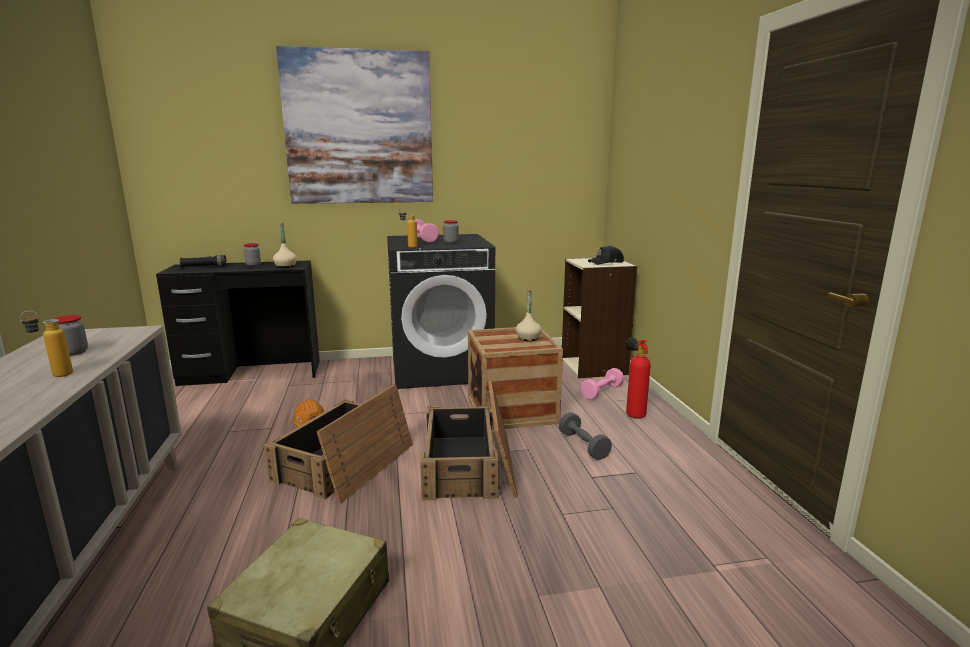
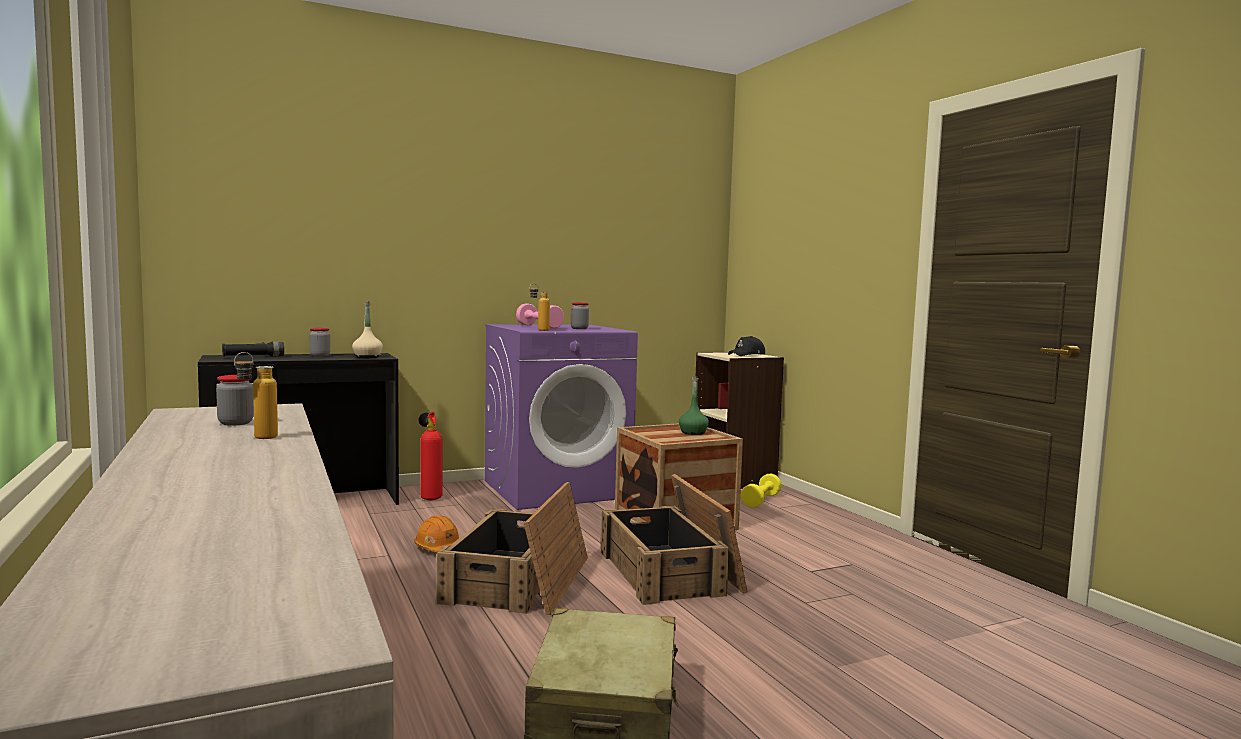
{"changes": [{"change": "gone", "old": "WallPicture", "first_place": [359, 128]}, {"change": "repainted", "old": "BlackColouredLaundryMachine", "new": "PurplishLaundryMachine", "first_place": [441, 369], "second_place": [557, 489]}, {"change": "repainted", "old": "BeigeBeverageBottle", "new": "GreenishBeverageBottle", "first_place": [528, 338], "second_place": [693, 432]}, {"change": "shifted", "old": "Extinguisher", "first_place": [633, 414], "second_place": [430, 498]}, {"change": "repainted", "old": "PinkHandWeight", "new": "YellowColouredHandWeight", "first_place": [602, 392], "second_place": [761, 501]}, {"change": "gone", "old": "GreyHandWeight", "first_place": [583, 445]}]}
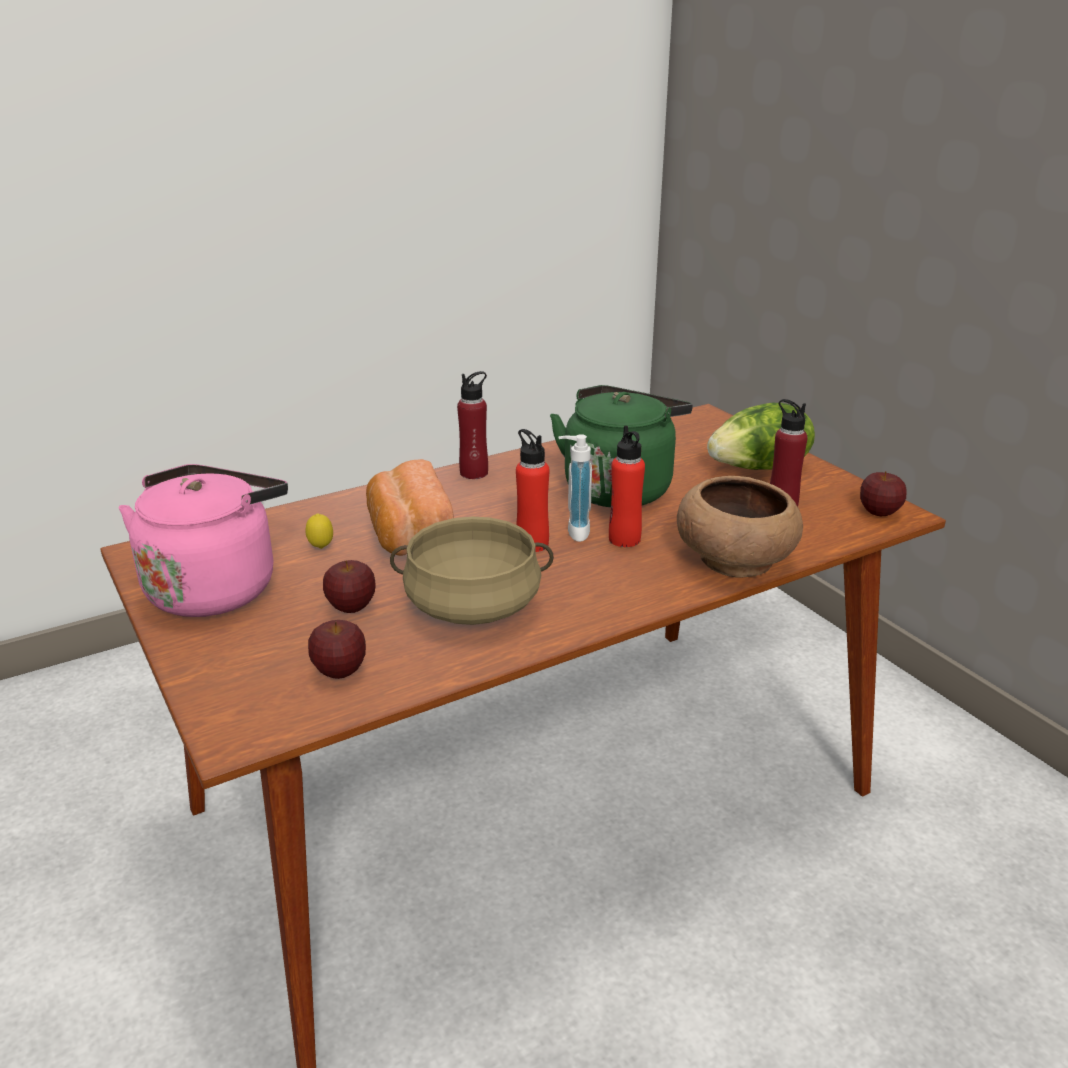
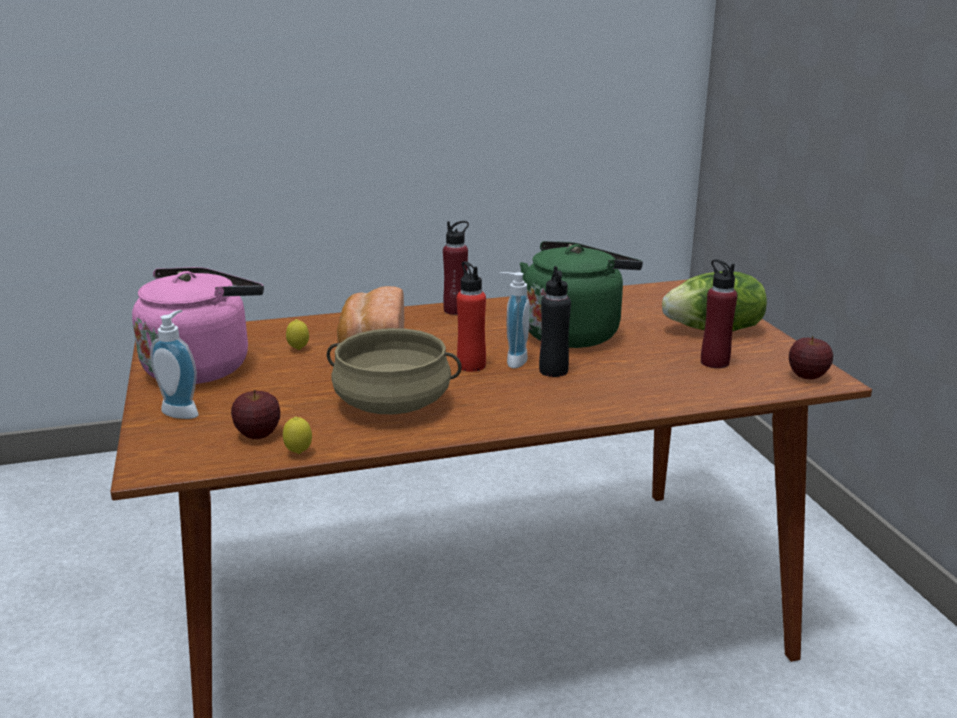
{"changes": [{"change": "repainted", "old": "RedBeverageBottle", "new": "BlackColouredBeverageBottle", "first_place": [624, 539], "second_place": [553, 371]}, {"change": "gone", "old": "BrownColouredBowl", "first_place": [736, 559]}, {"change": "gone", "old": "Apple", "first_place": [352, 607]}, {"change": "new", "new": "LiquidSoapBottle", "second_place": [183, 411]}, {"change": "new", "new": "WholeLemon", "second_place": [299, 453]}]}
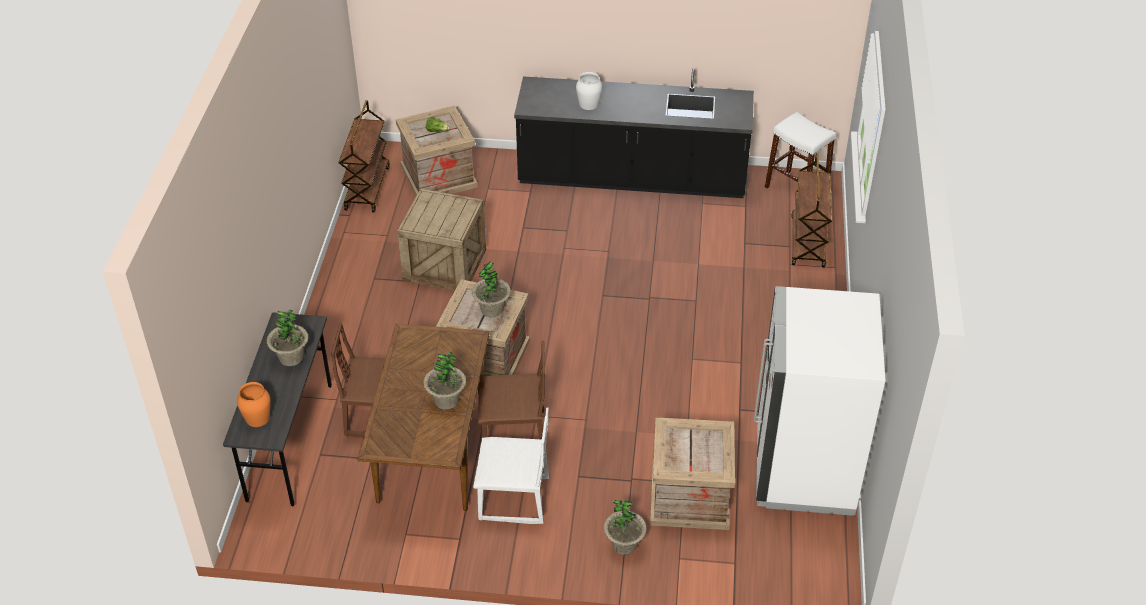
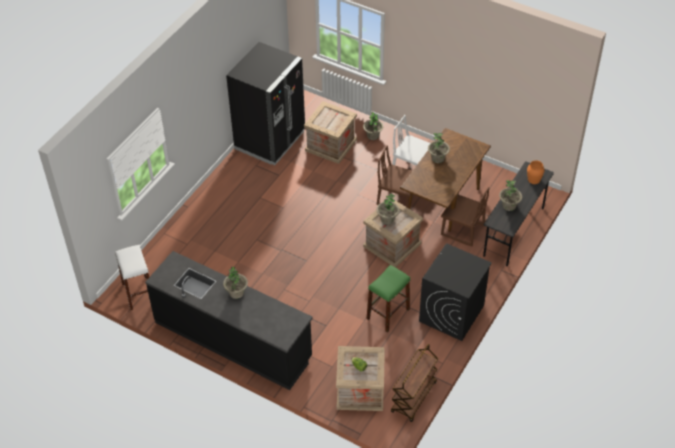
{"changes": [{"change": "gone", "old": "WhiteDecorativeVase", "first_place": [589, 104]}, {"change": "gone", "old": "BrownColouredCart", "first_place": [808, 242]}, {"change": "swapped", "old": "PackingCrate", "new": "GreenishStoolSeat", "first_place": [445, 265], "second_place": [388, 314]}, {"change": "repainted", "old": "WhiteRefrigerator", "new": "BlackColouredRefrigerator", "first_place": [803, 468], "second_place": [270, 140]}, {"change": "new", "new": "BlackColouredLaundryMachine", "second_place": [451, 314]}, {"change": "new", "new": "PlantInAPot", "second_place": [236, 293]}]}
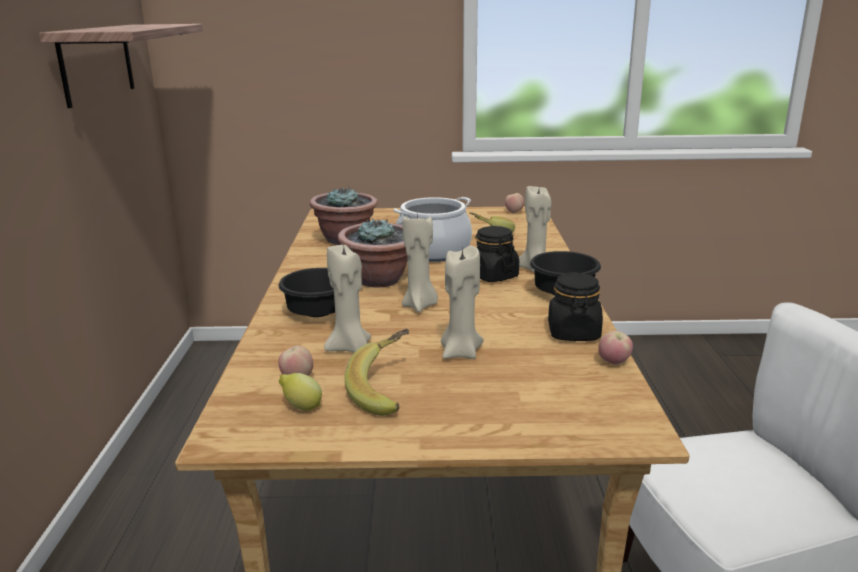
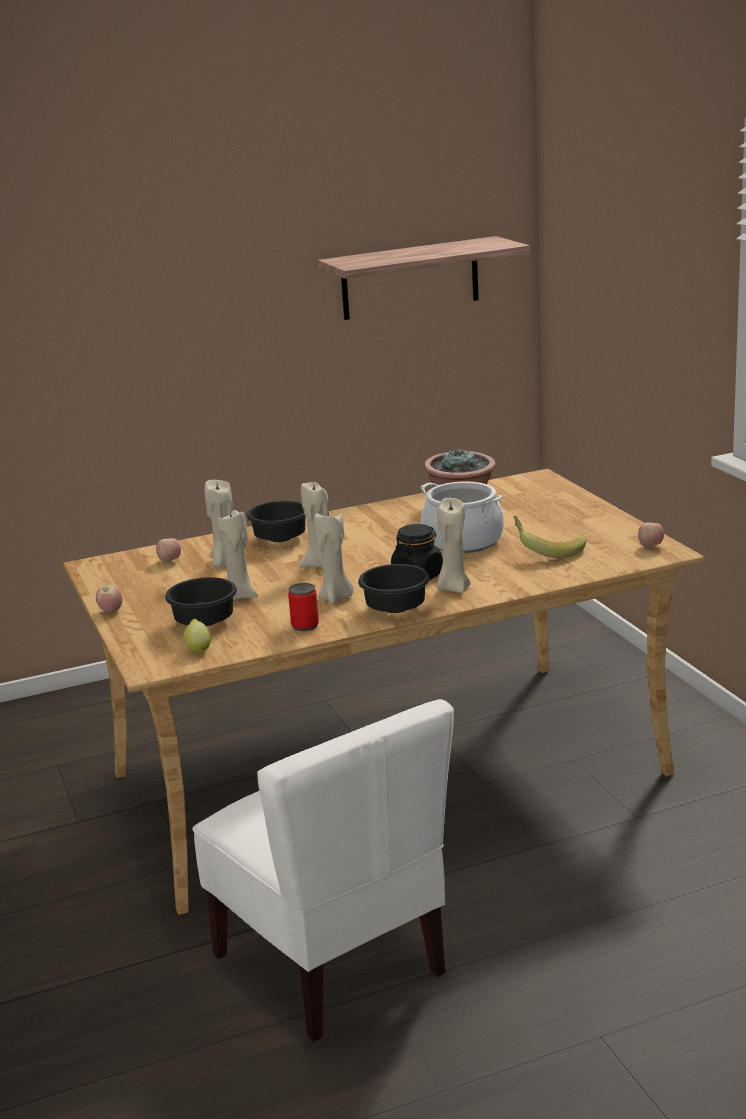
{"changes": [{"change": "gone", "old": "PlantInAPot", "first_place": [379, 280]}, {"change": "swapped", "old": "BlackColouredJar", "new": "Can", "first_place": [573, 333], "second_place": [305, 626]}, {"change": "gone", "old": "WholeBanana", "first_place": [388, 391]}, {"change": "shifted", "old": "Apple", "first_place": [613, 363], "second_place": [111, 611]}, {"change": "shifted", "old": "WholeLemon", "first_place": [301, 407], "second_place": [198, 649]}, {"change": "new", "new": "BeigeWaxCandle", "second_place": [336, 598]}, {"change": "new", "new": "BlackColouredBowl", "second_place": [203, 623]}]}
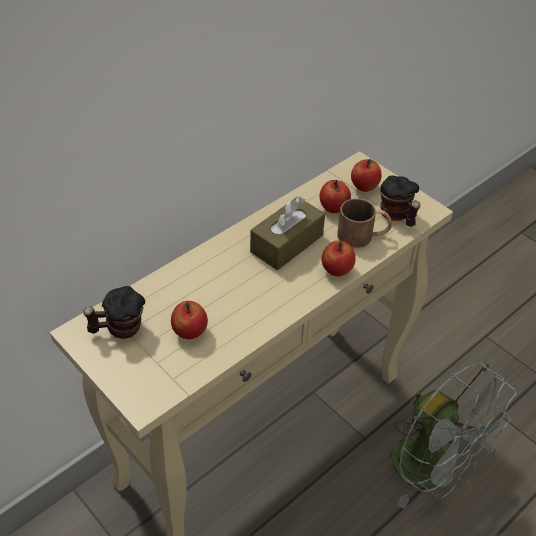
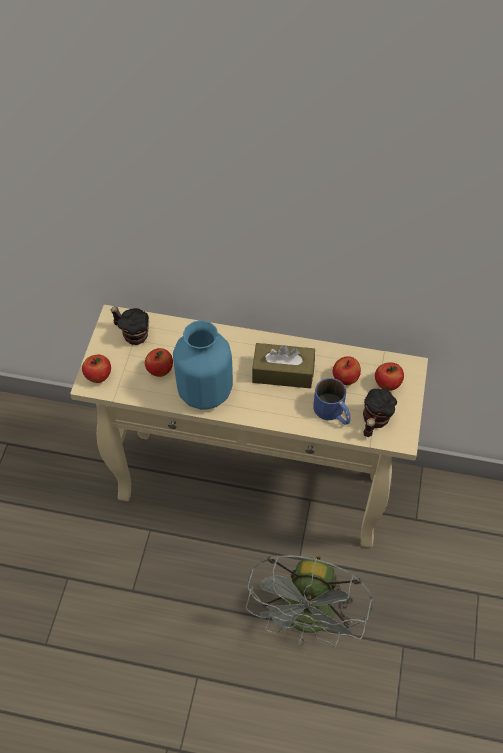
{"changes": [{"change": "repainted", "old": "BrownColouredCoffeeMug", "new": "BlueCoffeeMug", "first_place": [363, 235], "second_place": [333, 412]}, {"change": "shifted", "old": "Apple", "first_place": [336, 270], "second_place": [98, 376]}, {"change": "new", "new": "BlueDecorativeVase", "second_place": [204, 392]}]}
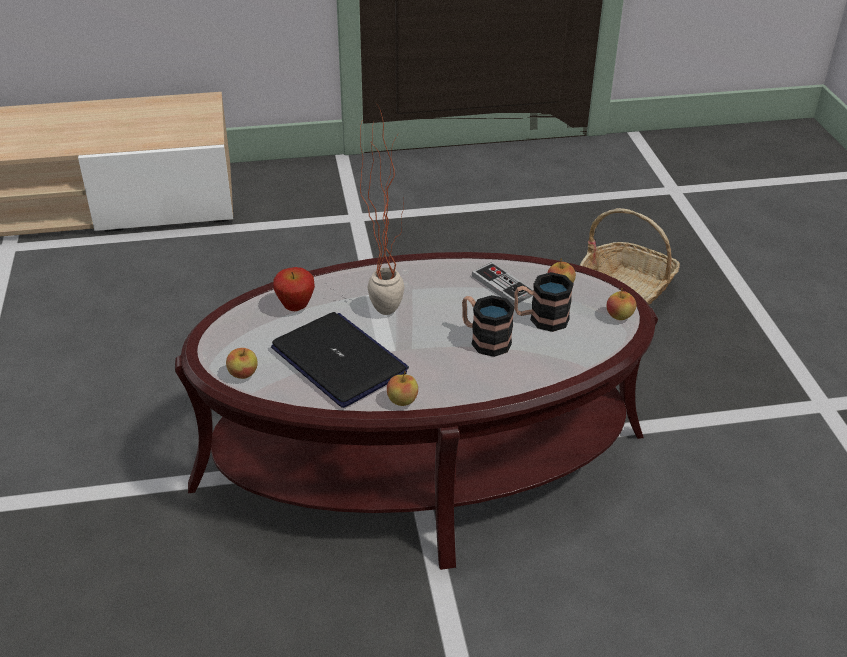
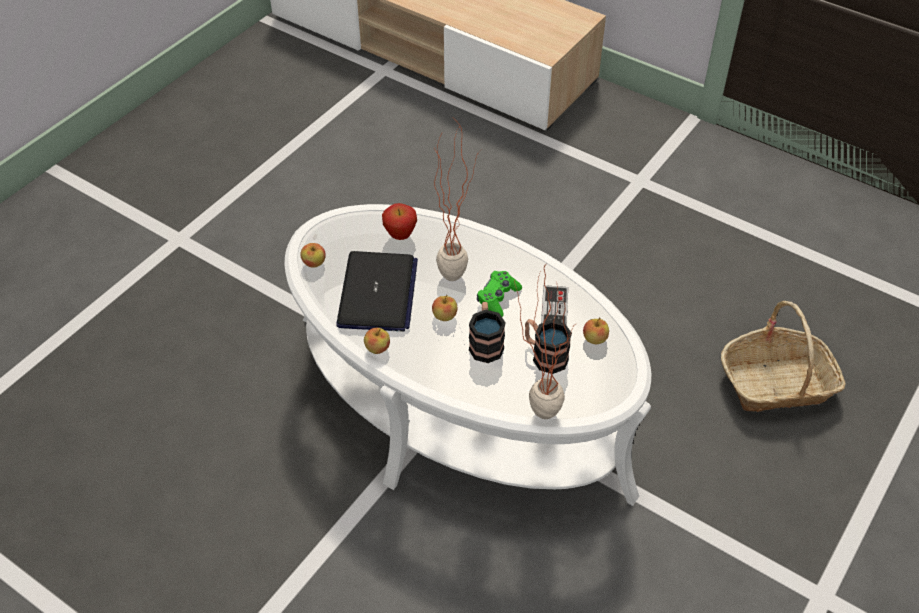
{"changes": [{"change": "repainted", "old": "BrownColouredLoungeTable", "new": "WhiteLoungeTable", "first_place": [422, 460], "second_place": [459, 403]}, {"change": "shifted", "old": "Apple", "first_place": [619, 316], "second_place": [444, 316]}, {"change": "new", "new": "PlantInAPot", "second_place": [536, 407]}, {"change": "new", "new": "GreenishGamepad", "second_place": [498, 299]}]}
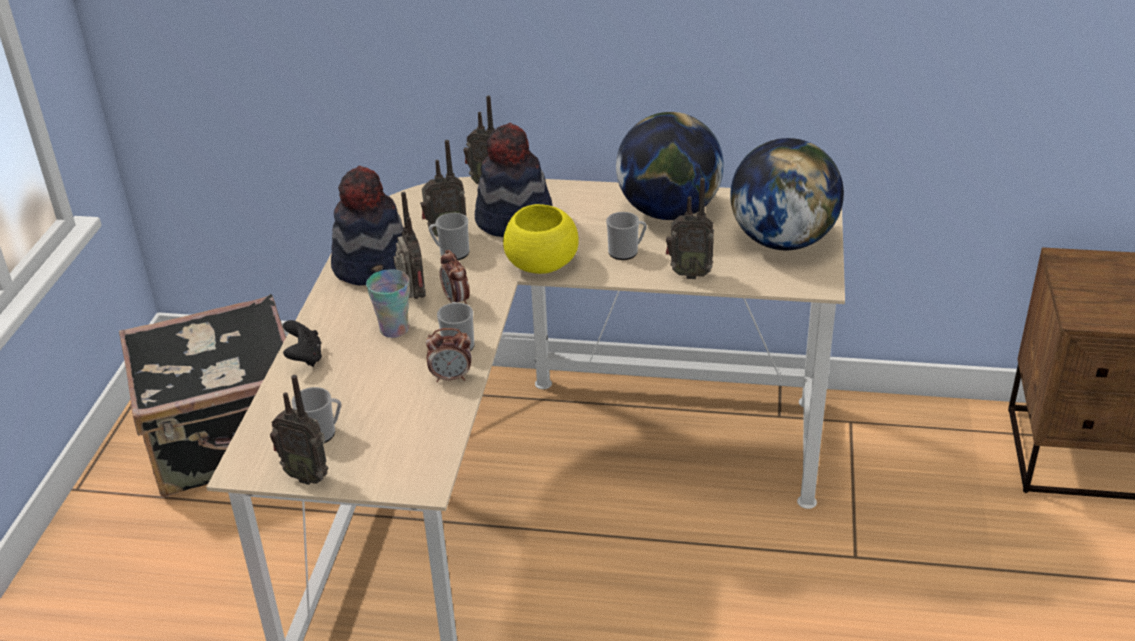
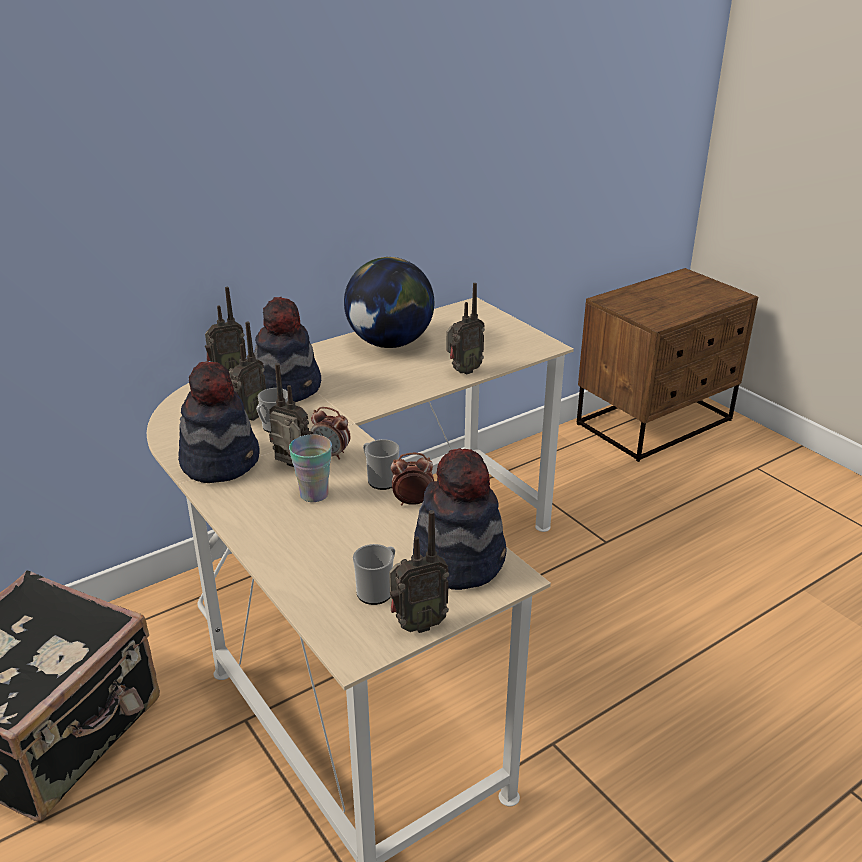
{"changes": [{"change": "gone", "old": "Globe", "first_place": [782, 241]}, {"change": "gone", "old": "YellowColouredBowl", "first_place": [540, 264]}, {"change": "gone", "old": "CoffeeMug", "first_place": [626, 252]}, {"change": "gone", "old": "BlackColouredGamepad", "first_place": [305, 358]}, {"change": "rotated", "old": "AlarmClock", "first_place": [451, 377], "second_place": [412, 502], "degrees": -135}, {"change": "new", "new": "ClothingHat", "second_place": [459, 559]}]}
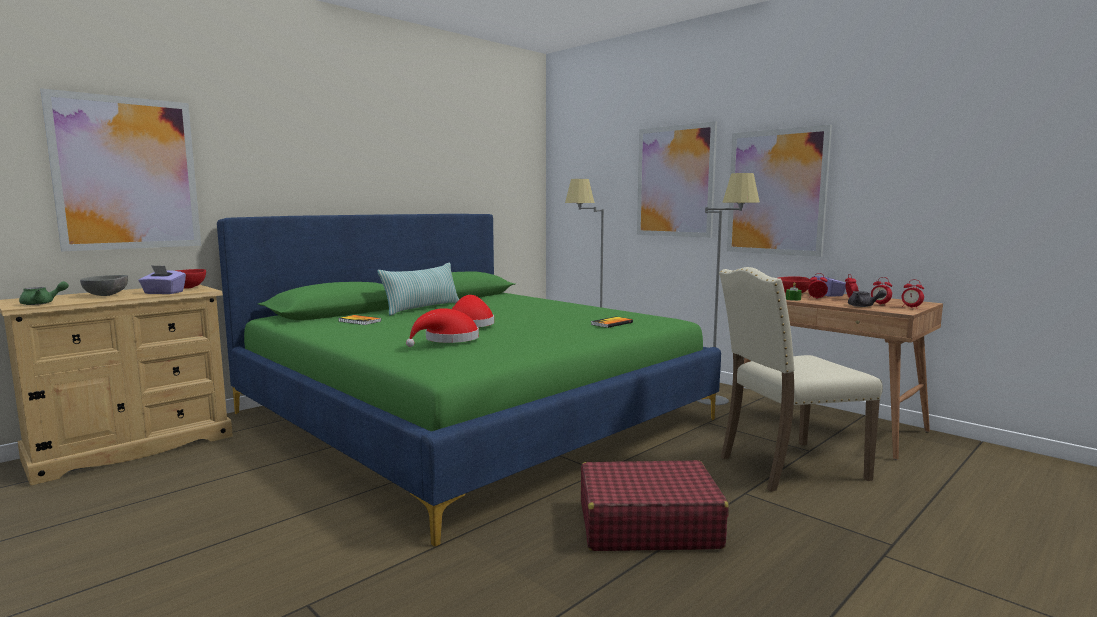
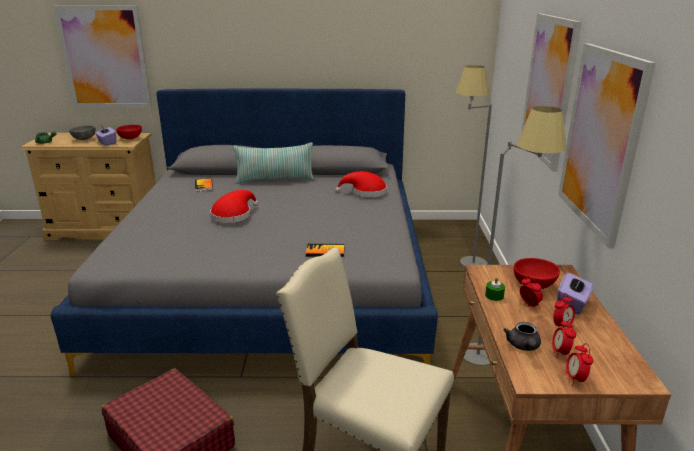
{"changes": [{"change": "repainted", "old": "GreenishSleepingBed", "new": "GreySleepingBed", "first_place": [471, 416], "second_place": [273, 280]}, {"change": "shifted", "old": "RedClothingHat", "first_place": [448, 340], "second_place": [365, 192]}]}
